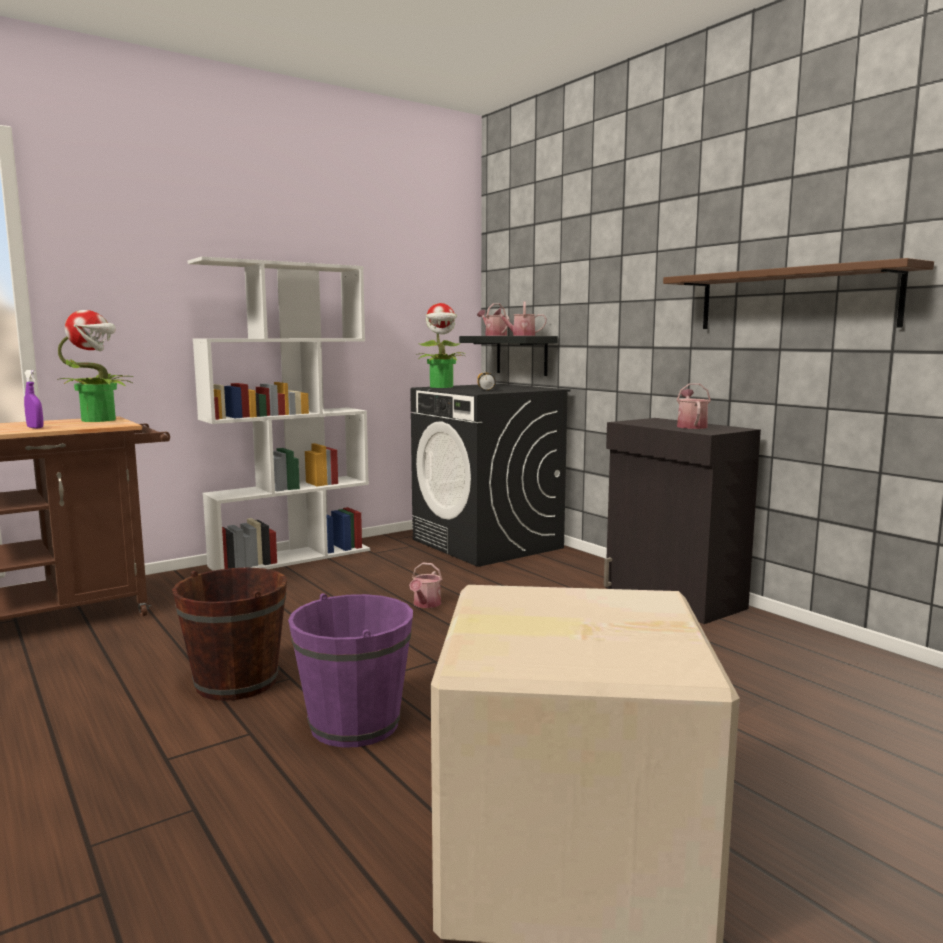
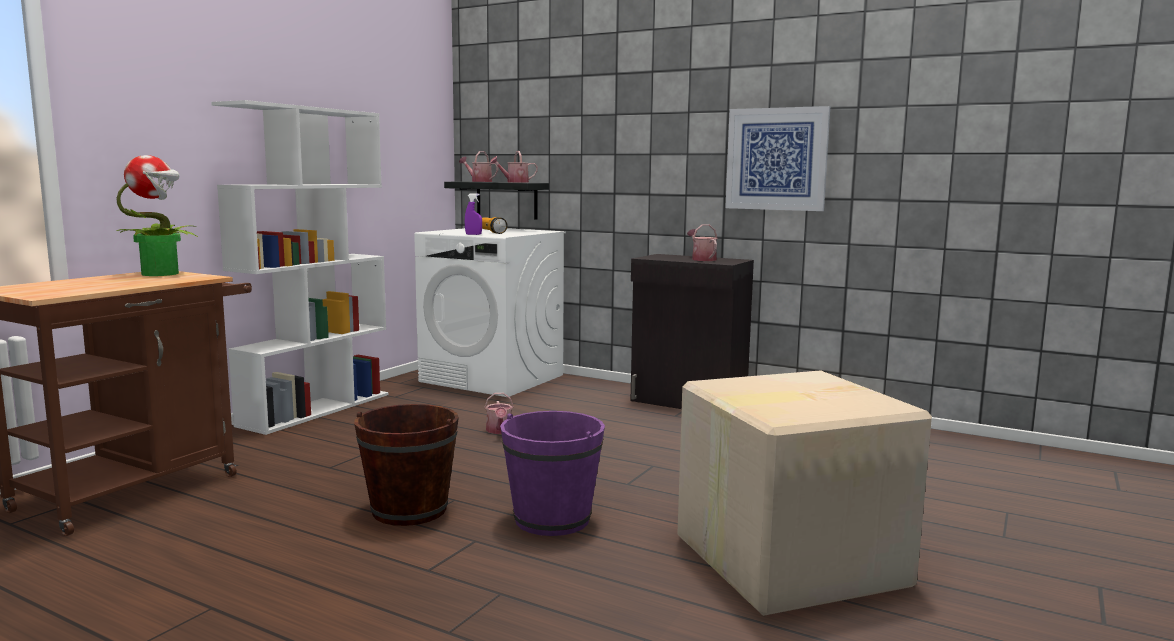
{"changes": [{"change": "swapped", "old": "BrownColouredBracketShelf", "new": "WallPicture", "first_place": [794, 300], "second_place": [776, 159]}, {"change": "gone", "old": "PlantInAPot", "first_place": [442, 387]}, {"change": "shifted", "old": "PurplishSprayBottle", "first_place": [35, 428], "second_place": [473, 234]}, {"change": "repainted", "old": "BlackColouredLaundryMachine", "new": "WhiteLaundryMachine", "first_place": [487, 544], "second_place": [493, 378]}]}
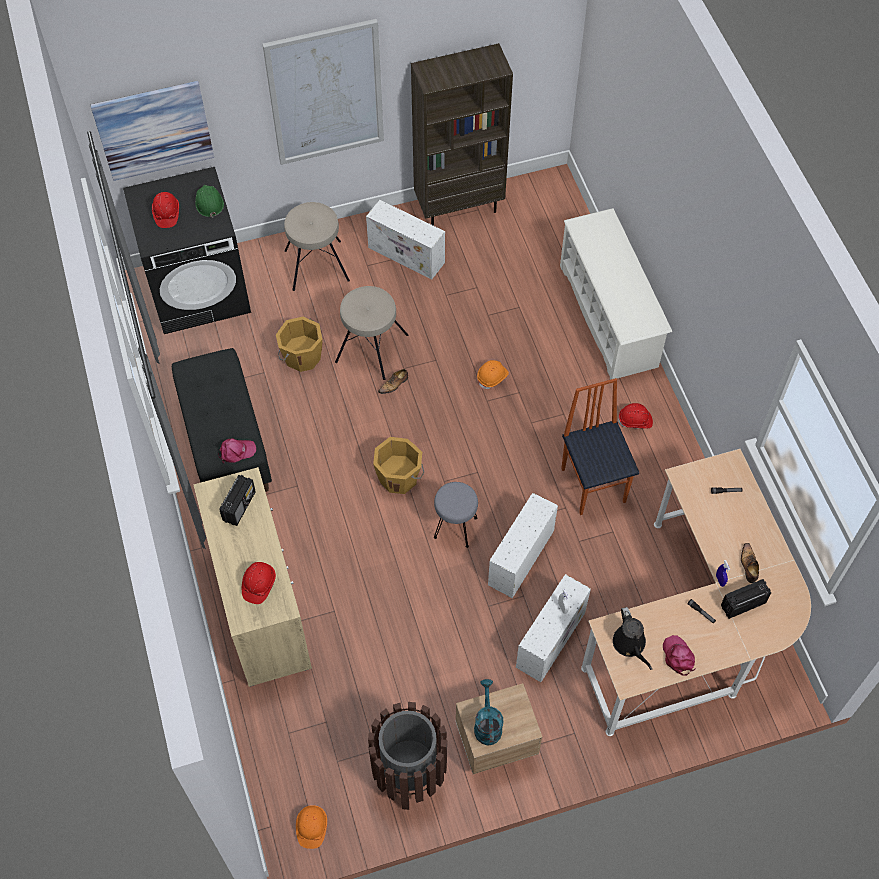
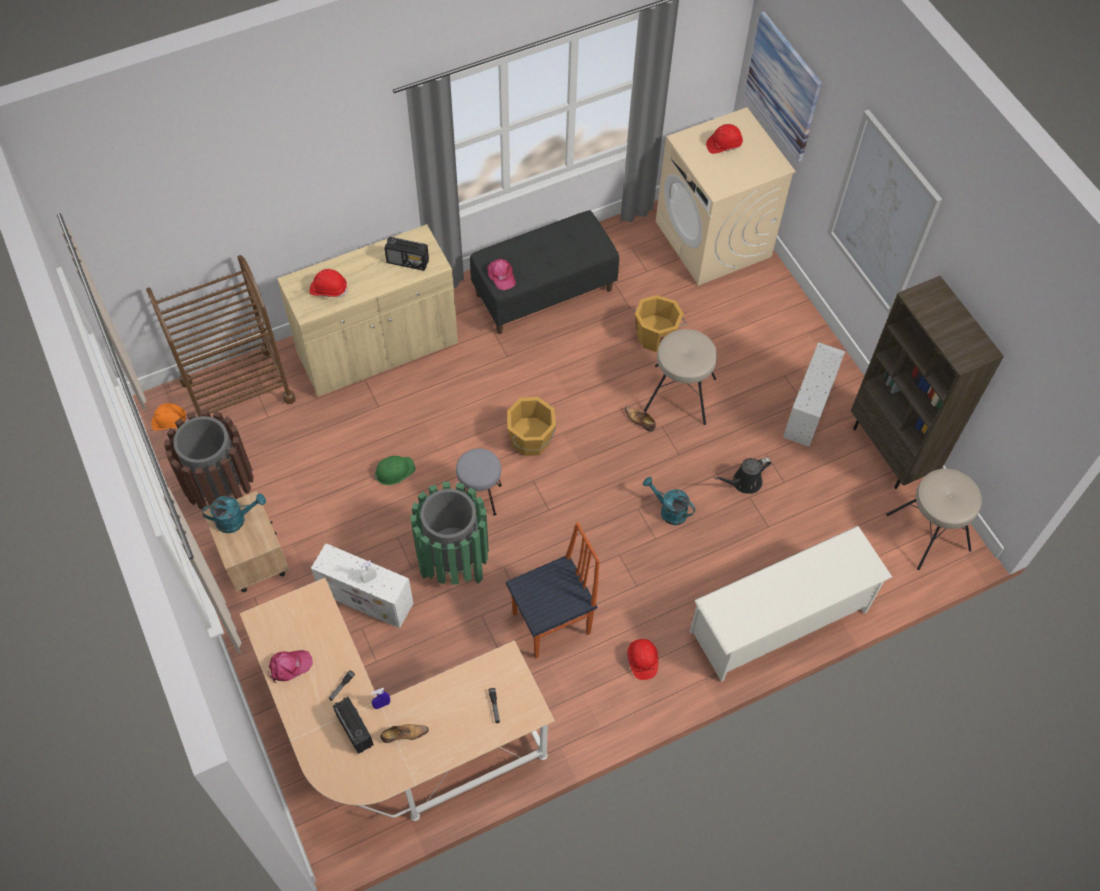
{"changes": [{"change": "repainted", "old": "BlackColouredLaundryMachine", "new": "BeigeLaundryMachine", "first_place": [199, 290], "second_place": [713, 239]}, {"change": "shifted", "old": "GreenishSafetyHelmet", "first_place": [209, 203], "second_place": [394, 471]}, {"change": "shifted", "old": "BeigeStoolSeat", "first_place": [316, 264], "second_place": [929, 532]}, {"change": "swapped", "old": "OrangeSafetyHelmet", "new": "BlueGreenSprinklingCan", "first_place": [492, 377], "second_place": [668, 510]}, {"change": "swapped", "old": "WhiteStorageContainer", "new": "GreenishTrashCan", "first_place": [520, 559], "second_place": [453, 560]}, {"change": "shifted", "old": "BlackColouredSprinklingCan", "first_place": [630, 644], "second_place": [744, 482]}, {"change": "new", "new": "BrownColouredCart", "second_place": [238, 391]}]}
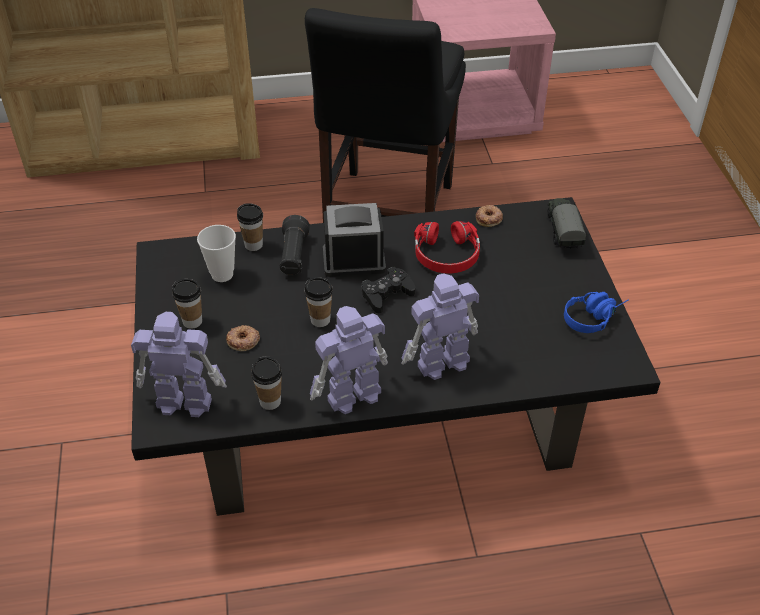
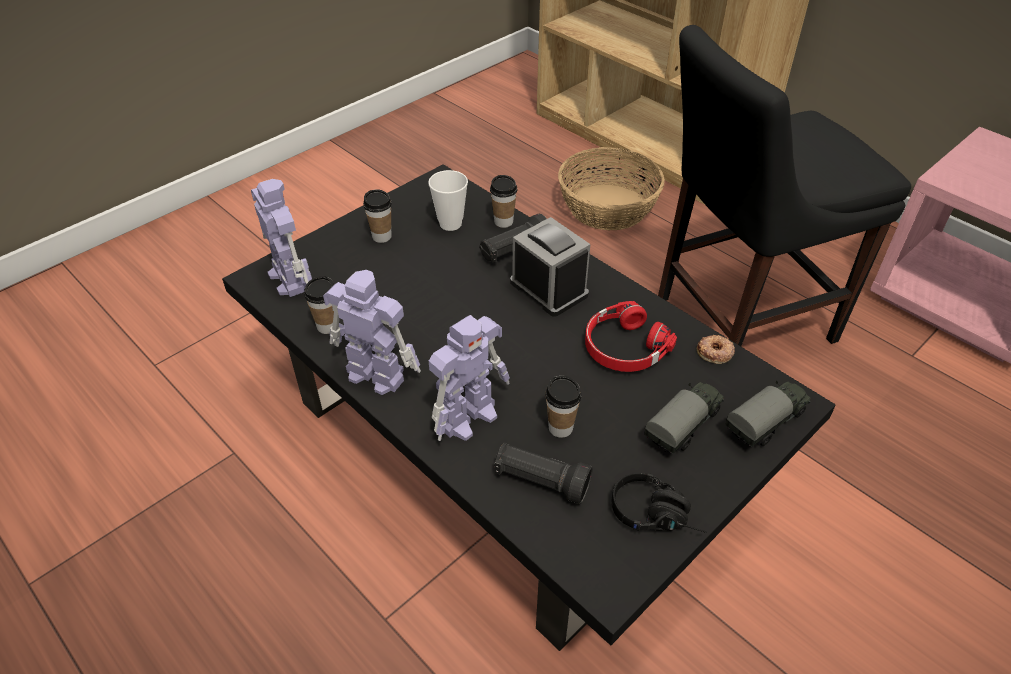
{"changes": [{"change": "gone", "old": "BlackColouredGamepad", "first_place": [386, 294]}, {"change": "rotated", "old": "RobotFigure", "first_place": [441, 363], "second_place": [469, 416], "degrees": 105}, {"change": "shifted", "old": "Cup", "first_place": [320, 320], "second_place": [560, 428]}, {"change": "repainted", "old": "BluePairOfHeadphones", "new": "BlackColouredPairOfHeadphones", "first_place": [594, 317], "second_place": [657, 515]}, {"change": "gone", "old": "Doughnut", "first_place": [243, 341]}, {"change": "new", "new": "Basket", "second_place": [608, 206]}, {"change": "new", "new": "ModelTruck", "second_place": [684, 426]}, {"change": "new", "new": "BlackColouredTorch", "second_place": [540, 481]}]}
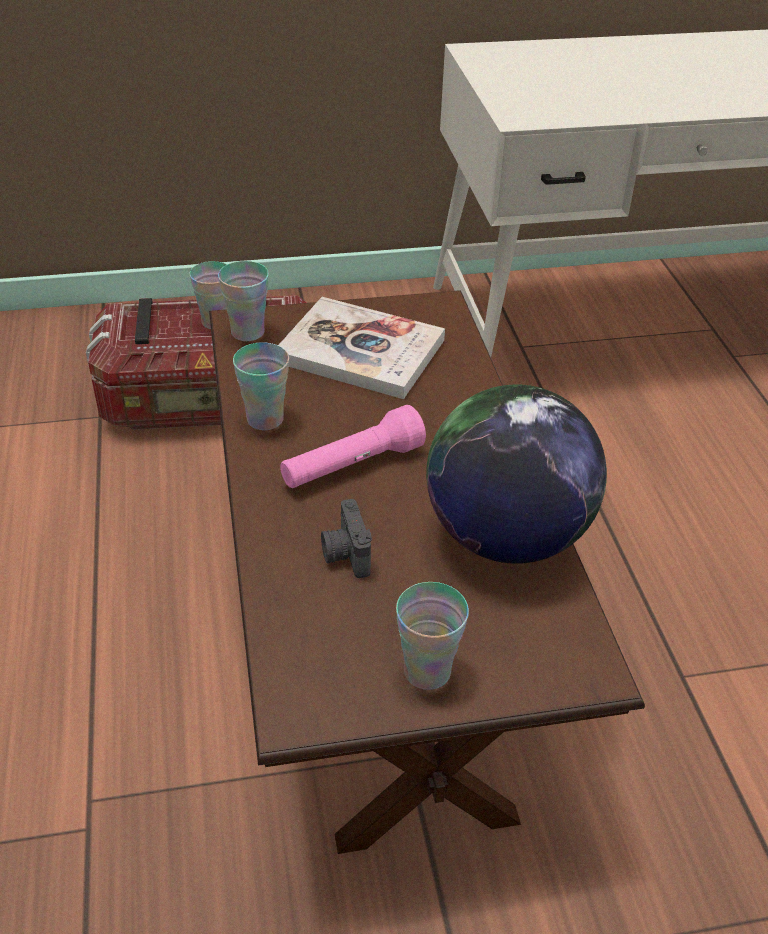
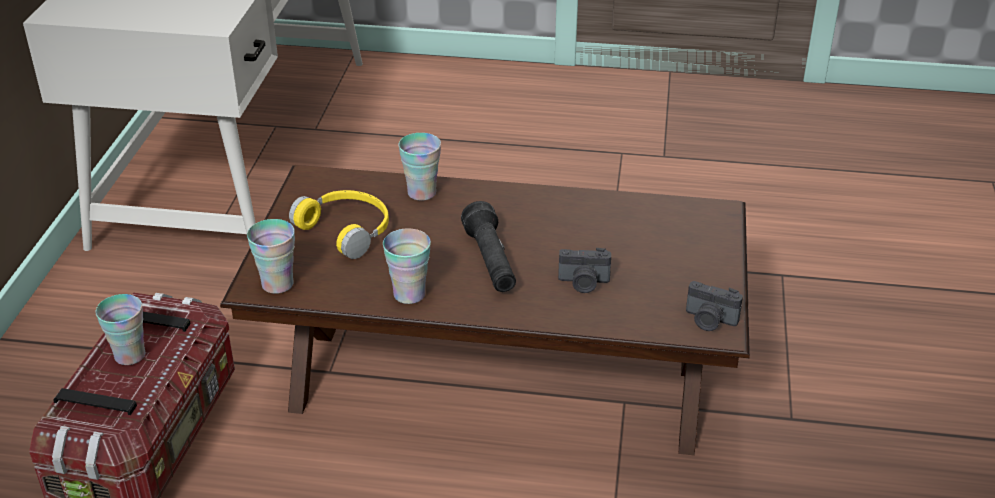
{"changes": [{"change": "swapped", "old": "BoundBook", "new": "YellowColouredPairOfHeadphones", "first_place": [360, 351], "second_place": [347, 230]}, {"change": "gone", "old": "Globe", "first_place": [506, 536]}, {"change": "repainted", "old": "PinkTorch", "new": "BlackColouredTorch", "first_place": [352, 466], "second_place": [490, 262]}, {"change": "shifted", "old": "Cup", "first_place": [427, 671], "second_place": [421, 193]}, {"change": "new", "new": "StillCamera", "second_place": [709, 321]}]}
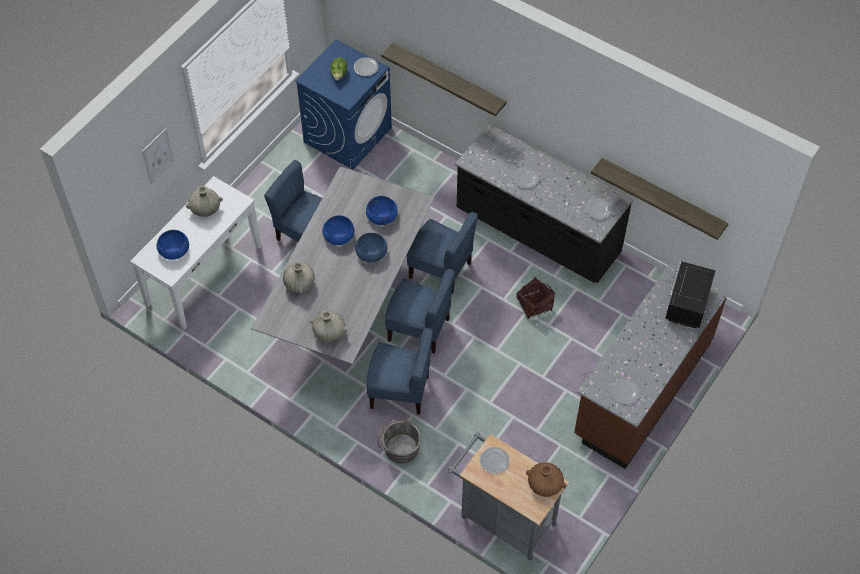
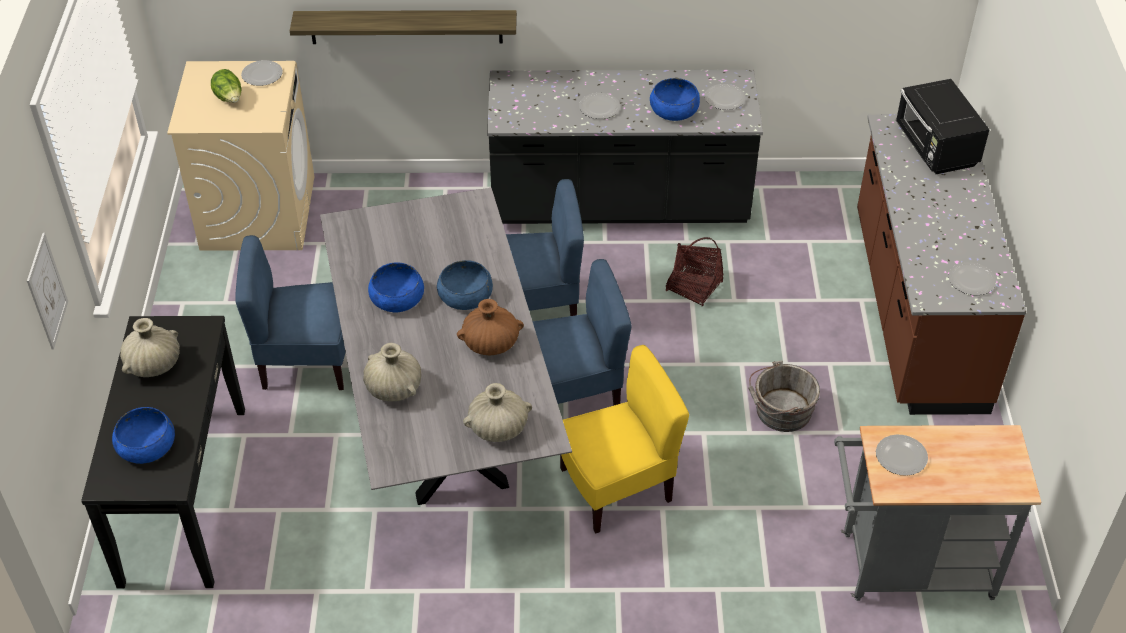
{"changes": [{"change": "repainted", "old": "BlueLaundryMachine", "new": "BeigeLaundryMachine", "first_place": [348, 134], "second_place": [258, 212]}, {"change": "gone", "old": "BracketShelf", "first_place": [662, 197]}, {"change": "repainted", "old": "WhiteConsoleTable", "new": "BlackColouredConsoleTable", "first_place": [203, 275], "second_place": [183, 494]}, {"change": "shifted", "old": "BlueBowl", "first_place": [381, 215], "second_place": [674, 110]}, {"change": "repainted", "old": "BlueChair", "new": "YellowColouredChair", "first_place": [400, 391], "second_place": [617, 487]}, {"change": "shifted", "old": "GreyWaterBucket", "first_place": [399, 447], "second_place": [780, 411]}, {"change": "shifted", "old": "BrownColouredDecorativeVase", "first_place": [545, 485], "second_place": [491, 344]}]}
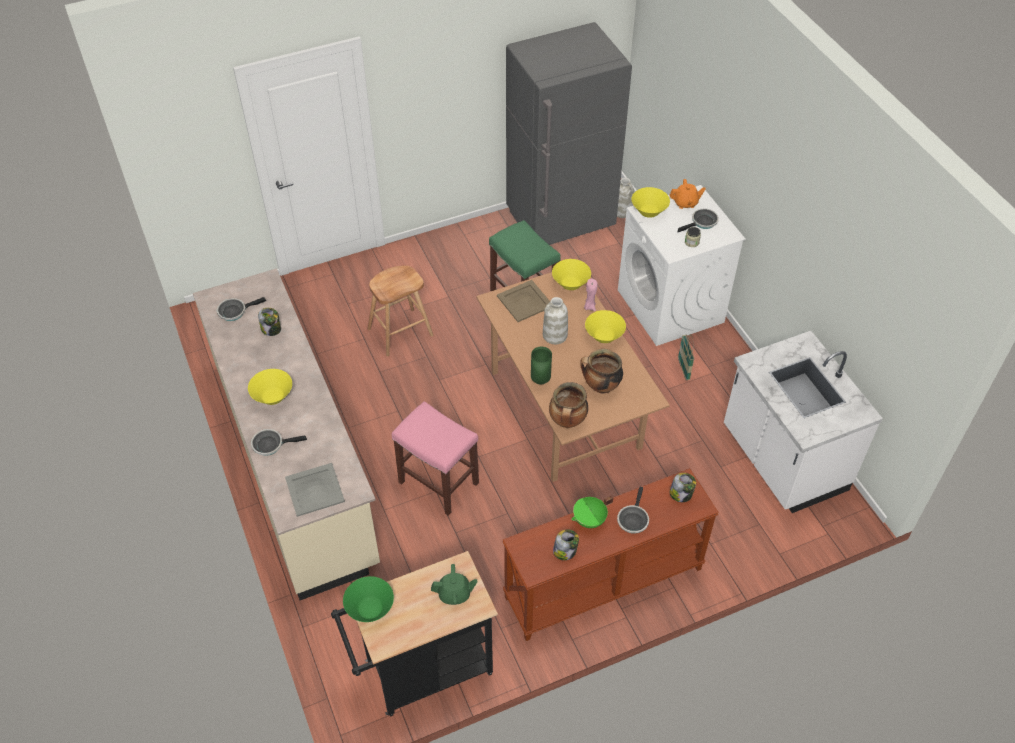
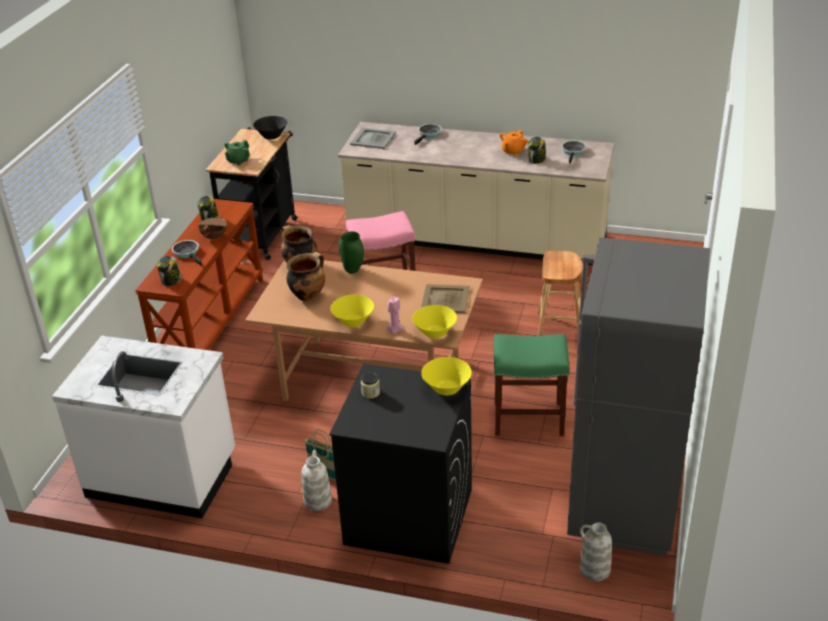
{"changes": [{"change": "shifted", "old": "OrangeTeapot", "first_place": [685, 203], "second_place": [513, 151]}, {"change": "repainted", "old": "WhiteLaundryMachine", "new": "BlackColouredLaundryMachine", "first_place": [671, 306], "second_place": [407, 517]}, {"change": "gone", "old": "Skillet", "first_place": [702, 223]}, {"change": "shifted", "old": "WhiteDecorativeVase", "first_place": [554, 335], "second_place": [317, 500]}, {"change": "gone", "old": "YellowColouredBowl", "first_place": [273, 397]}, {"change": "repainted", "old": "GreenishSaucepot", "new": "BrownColouredSaucepot", "first_place": [590, 520], "second_place": [213, 237]}, {"change": "repainted", "old": "GreenishBowl", "new": "BlackColouredBowl", "first_place": [370, 609], "second_place": [271, 136]}]}
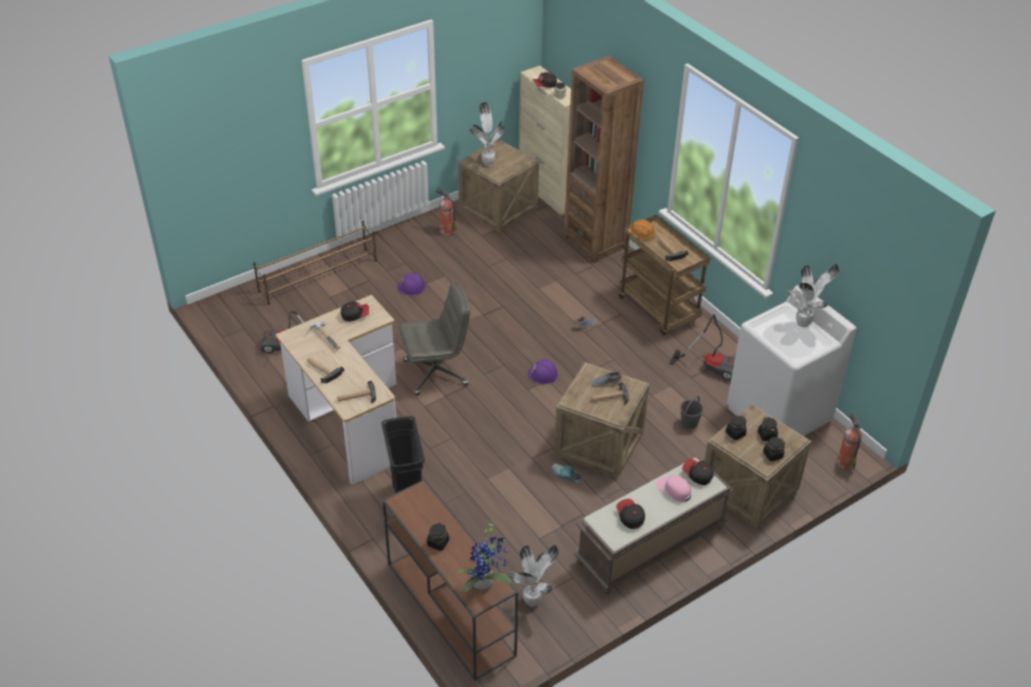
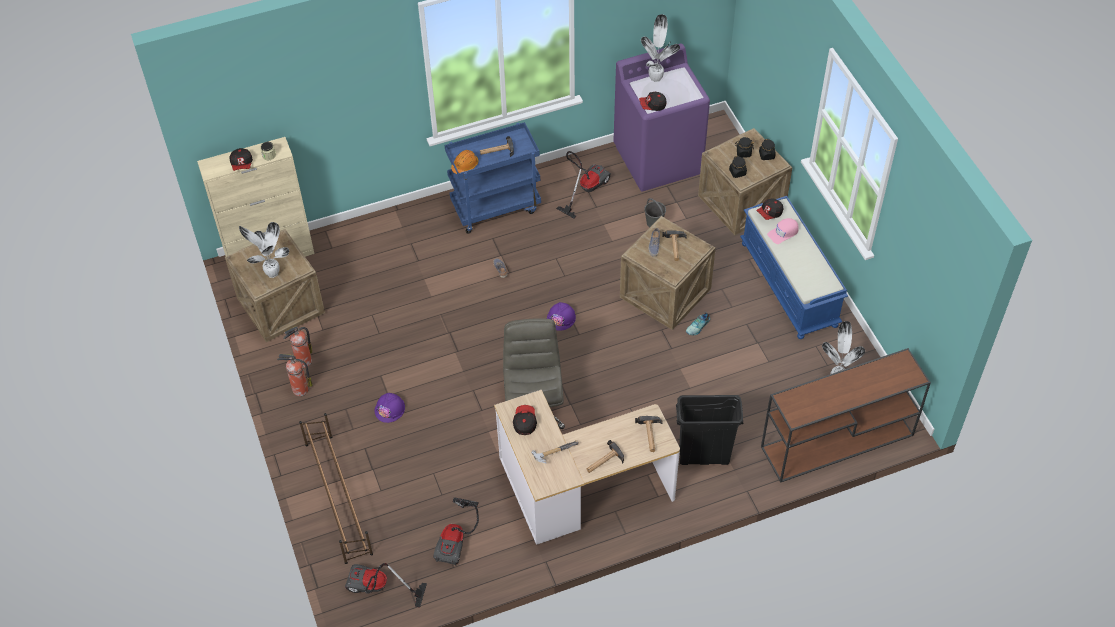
{"changes": [{"change": "gone", "old": "BrownColouredBookshelf", "first_place": [595, 242]}, {"change": "repainted", "old": "BrownColouredCart", "new": "BlueCart", "first_place": [659, 310], "second_place": [496, 207]}, {"change": "repainted", "old": "WhiteLaundryMachine", "new": "PurplishLaundryMachine", "first_place": [778, 414], "second_place": [658, 159]}, {"change": "shifted", "old": "Extinguisher", "first_place": [844, 462], "second_place": [299, 389]}, {"change": "repainted", "old": "BrownColouredLongSeat", "new": "BlueLongSeat", "first_place": [650, 545], "second_place": [790, 284]}, {"change": "shifted", "old": "Cap", "first_place": [630, 517], "second_place": [652, 106]}, {"change": "gone", "old": "PlantInAPot", "first_place": [485, 584]}, {"change": "gone", "old": "BlackColouredJar", "first_place": [438, 543]}, {"change": "new", "new": "Hoover", "second_place": [378, 589]}]}
